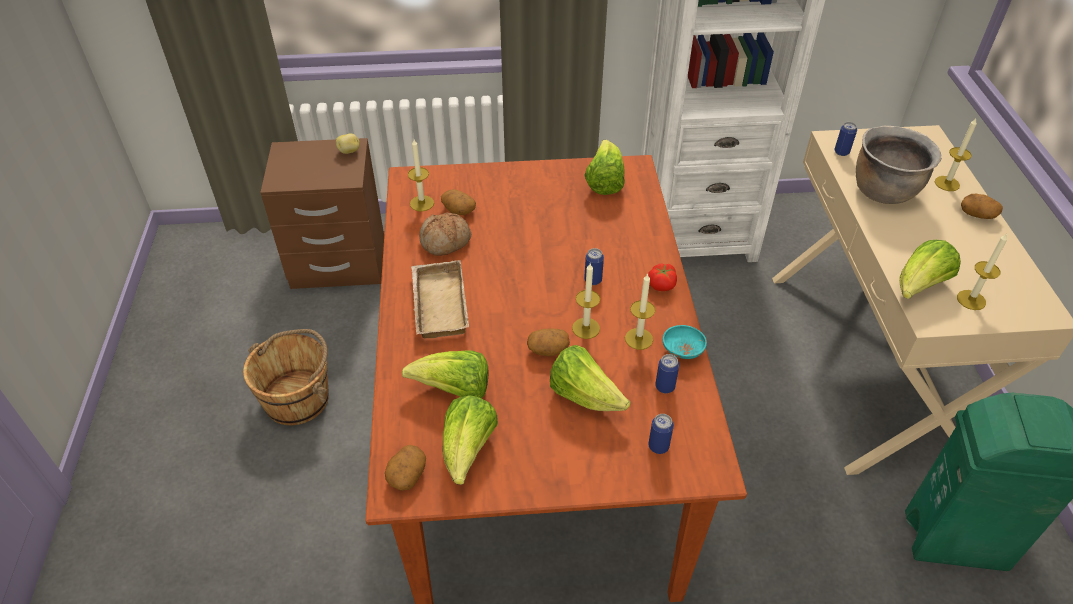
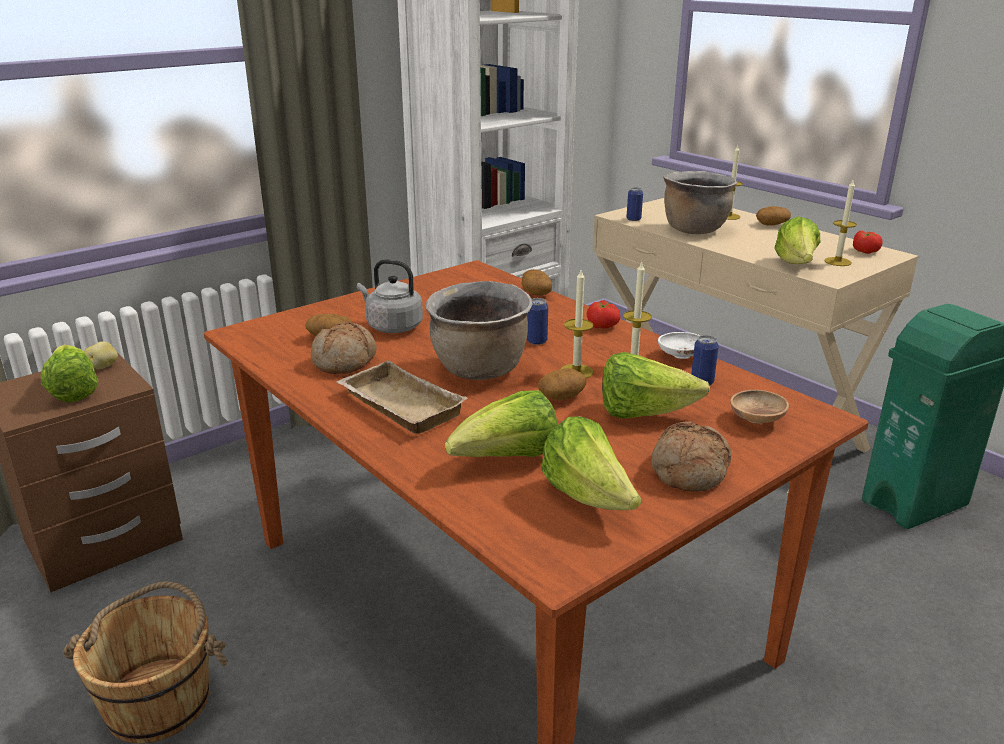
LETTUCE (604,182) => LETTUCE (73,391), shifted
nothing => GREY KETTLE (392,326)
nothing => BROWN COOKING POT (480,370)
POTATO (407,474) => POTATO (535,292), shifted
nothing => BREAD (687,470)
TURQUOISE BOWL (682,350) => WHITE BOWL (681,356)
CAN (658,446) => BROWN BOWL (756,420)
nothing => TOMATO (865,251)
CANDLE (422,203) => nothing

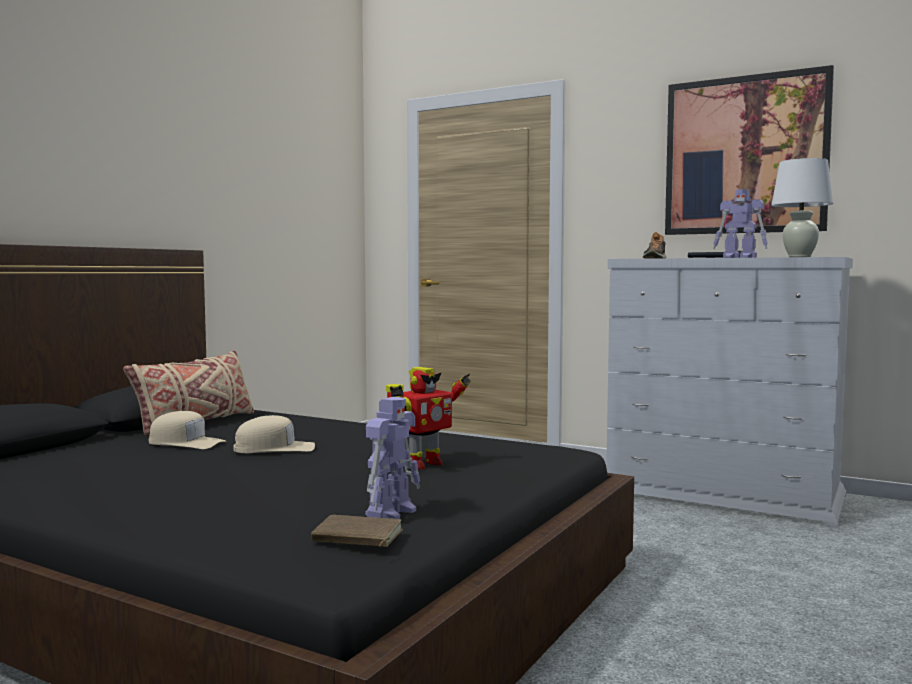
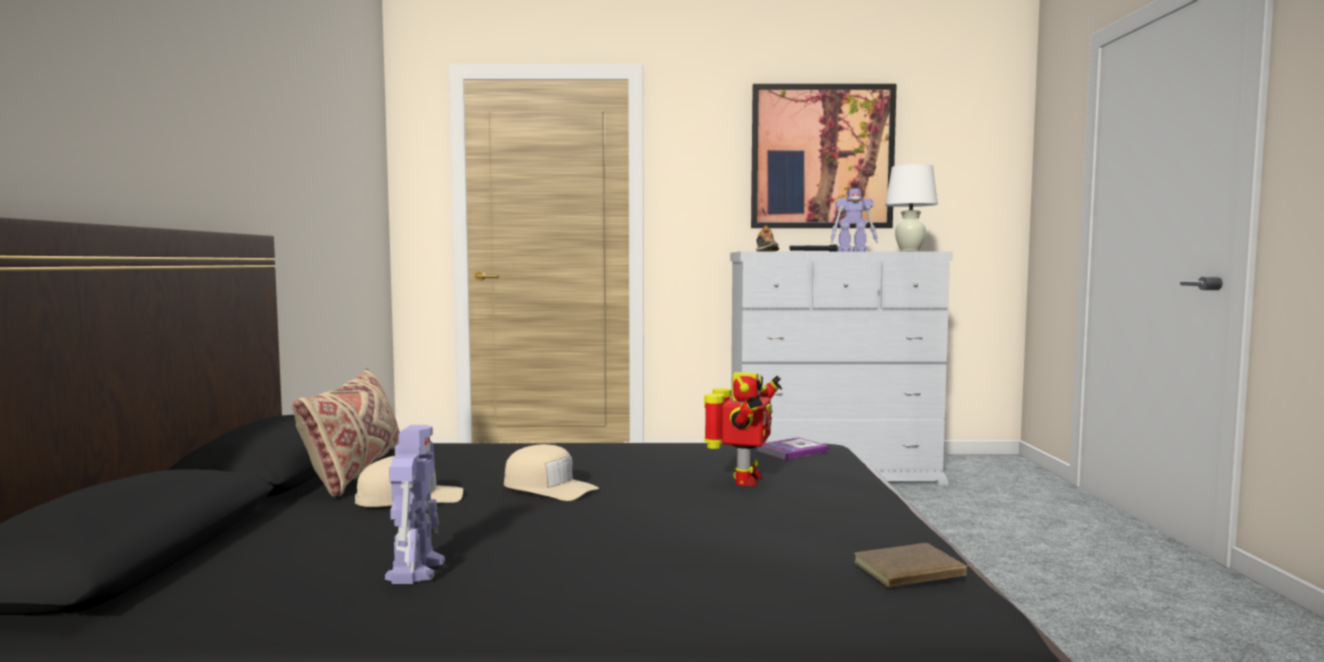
TOY ROBOT (392,512) => TOY ROBOT (416,569), shifted
BEIGE CAP (275,449) => BEIGE CAP (548,488), 75 degrees clockwise
nothing => BOOK (791,451)

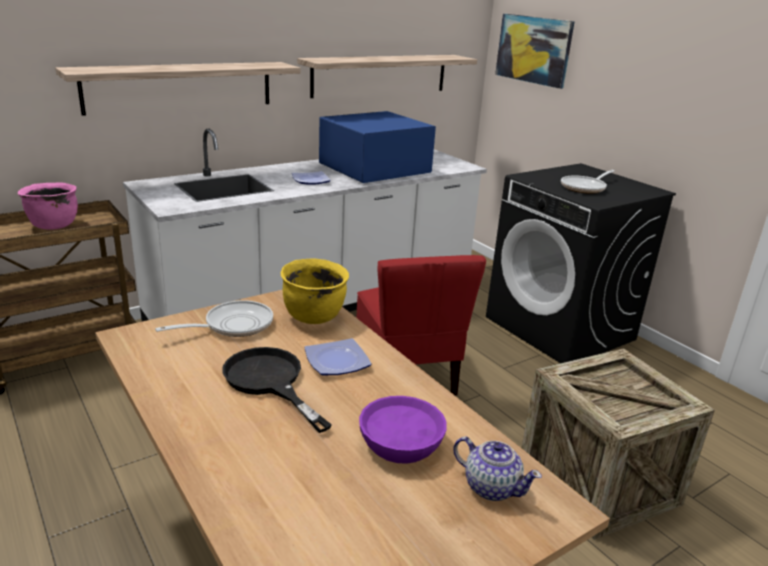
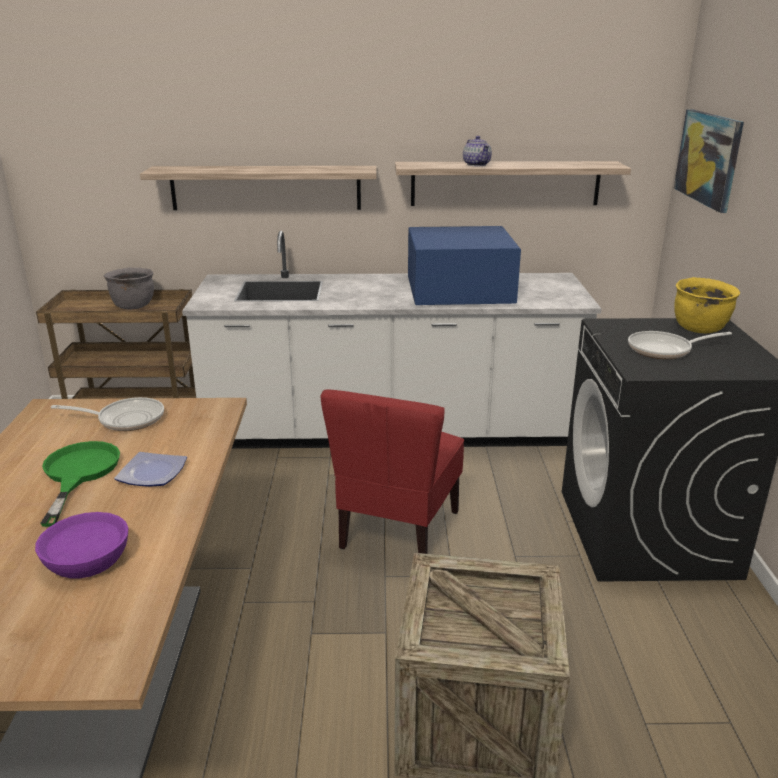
BLACK FRYING PAN (269,382) => GREEN FRYING PAN (78,474)
PINK COOKING POT (53,225) => GREY COOKING POT (133,306)
TEAPOT (491,487) => TEAPOT (476,164), shifted
YELLOW COOKING POT (314,316) => YELLOW COOKING POT (700,329), shifted
PLATE (311,180) => nothing

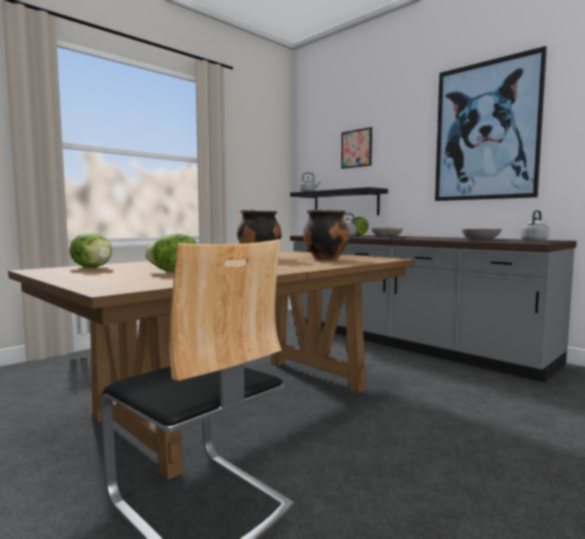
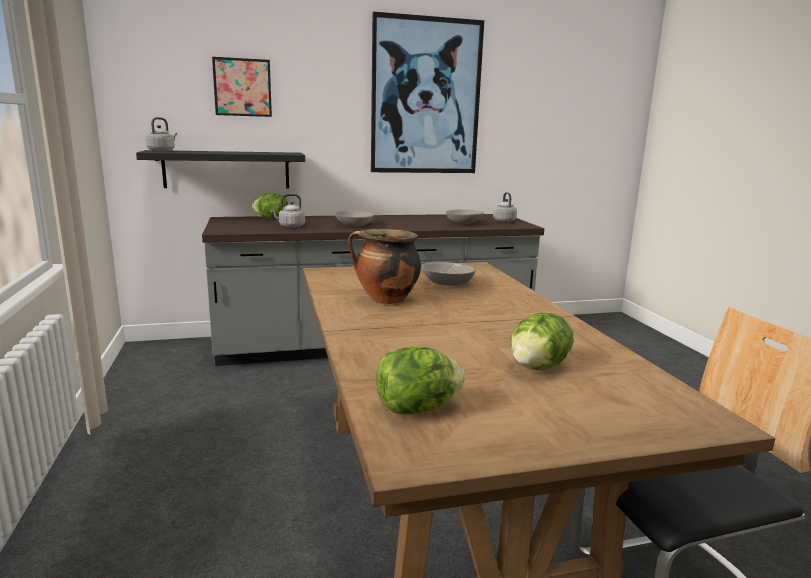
COOKING POT (325,259) => GREY BOWL (447,283)

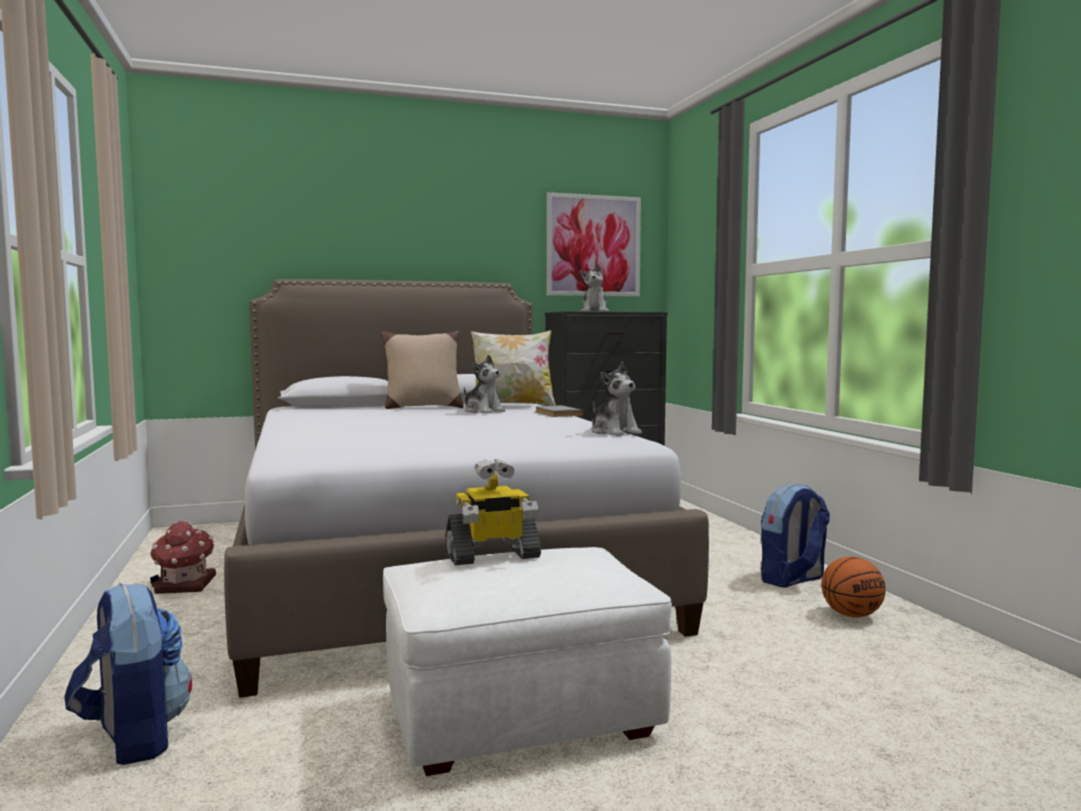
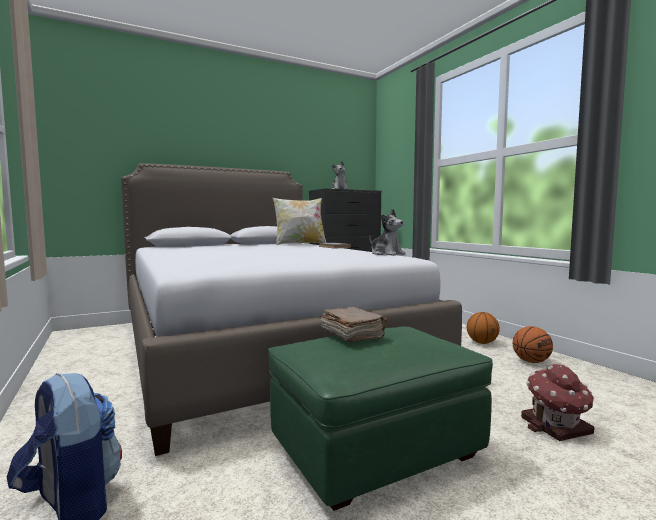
WHITE OTTOMAN (519,715) => GREEN OTTOMAN (375,449)
TOY ROBOT (492,556) => BROWN BOOK (352,335)
BACKPACK (792,580) => BASKETBALL (482,343)
TOY HOUSE (185,585) => TOY HOUSE (556,427), shifted
BEIGE PILLOW (422,407) => nothing
PLUSH TOY (483,411) => nothing
PICTURE (593,246) => nothing

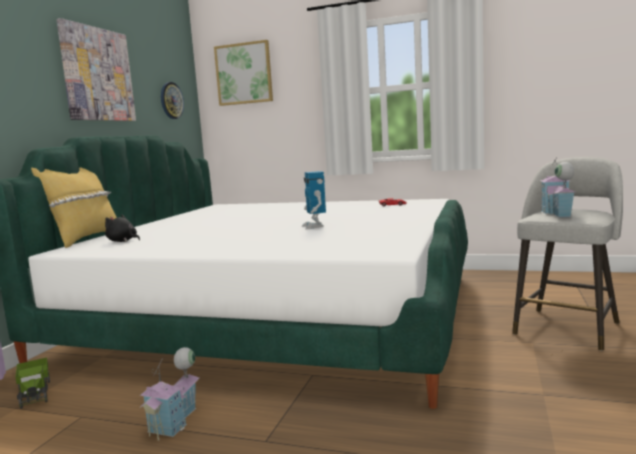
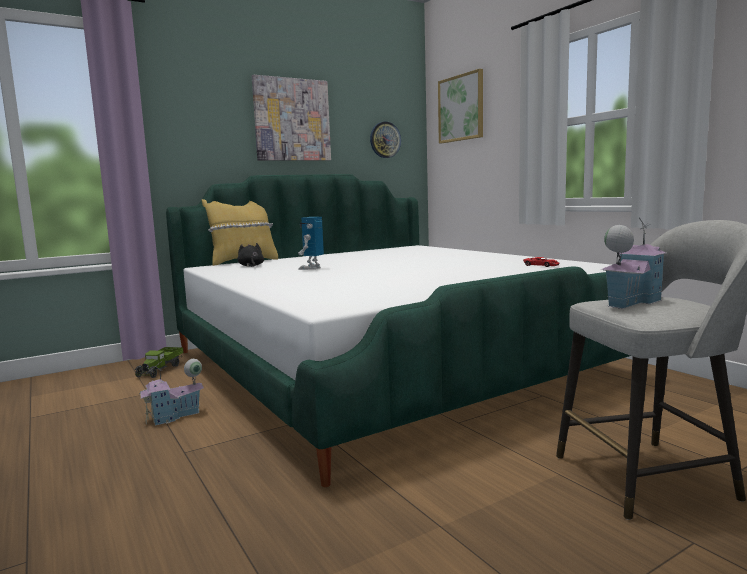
TOY ROBOT (314,226) => TOY ROBOT (312,268), shifted

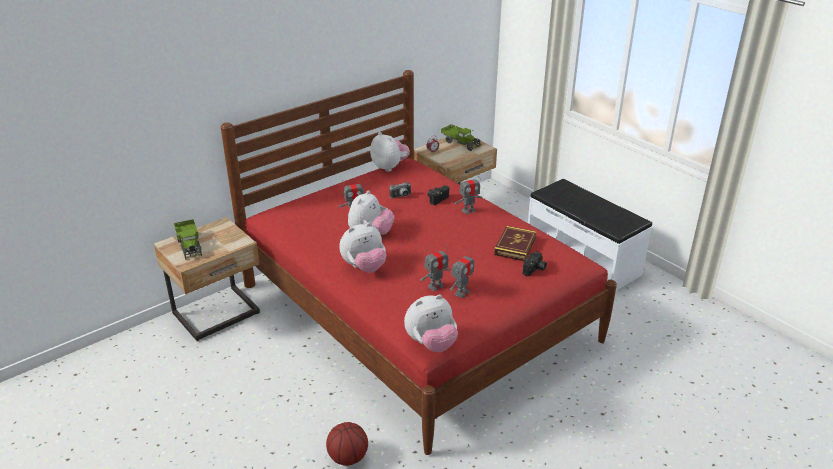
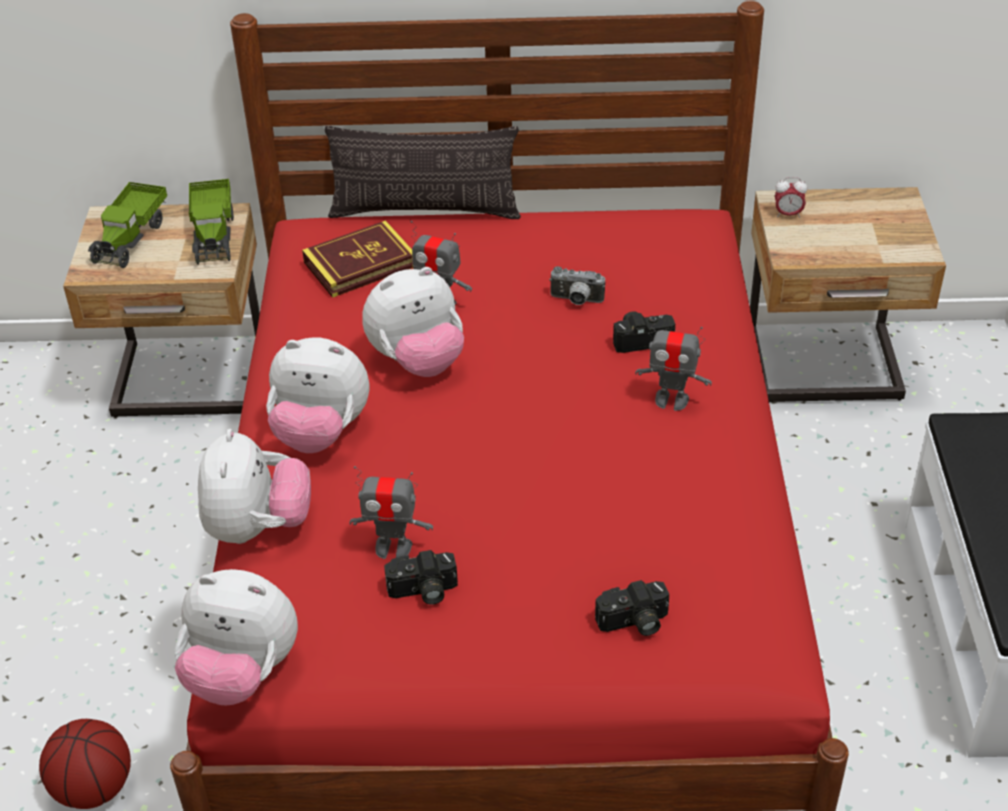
TOY TRUCK (460,143) => TOY TRUCK (214,235), shifted
PLUSH TOY (389,167) => PLUSH TOY (258,527), shifted
BOOK (515,246) => BOOK (360,264), shifted
nothing => PILLOW (425,210)
TOY ROBOT (461,292) => PHOTO CAMERA (423,591)

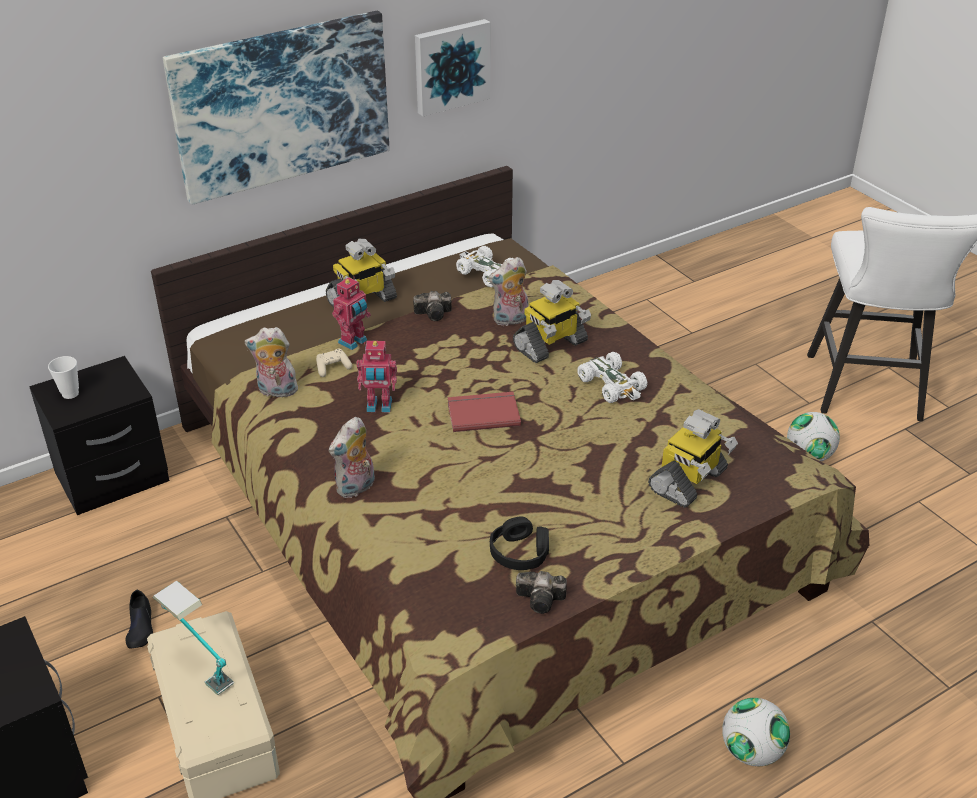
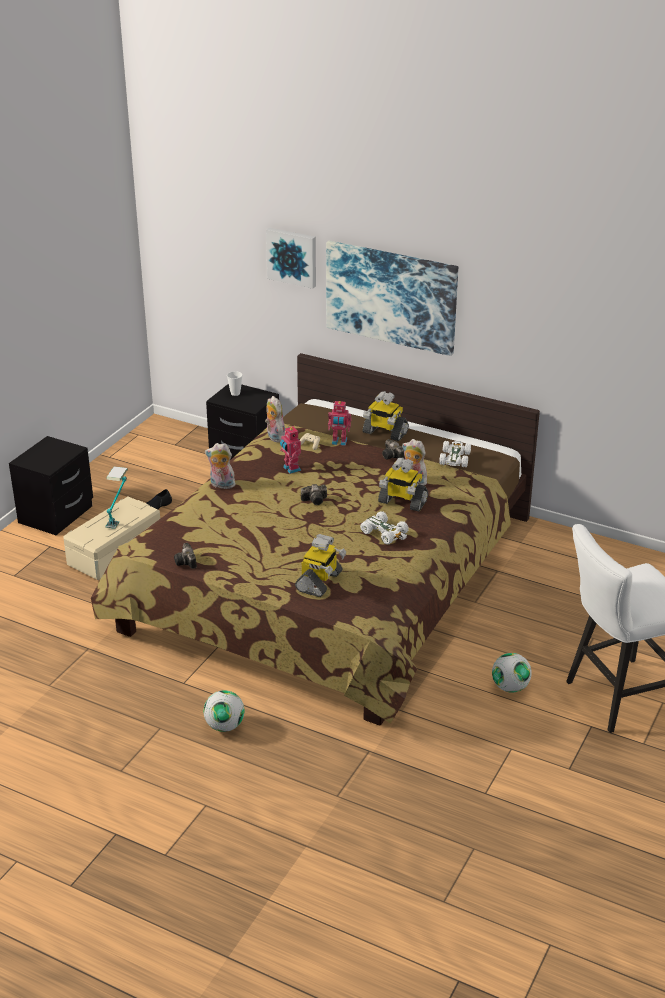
PICTURE (451,66) => PICTURE (292,256), shifted
TOY ROBOT (688,481) => TOY ROBOT (320,582), 75 degrees counterclockwise
RED BOOK (483,413) => PHOTO CAMERA (316,500)
WHITE TOY CAR (612,385) => WHITE TOY CAR (385,533), 75 degrees counterclockwise
BLACK HEADPHONES (520,552) => nothing

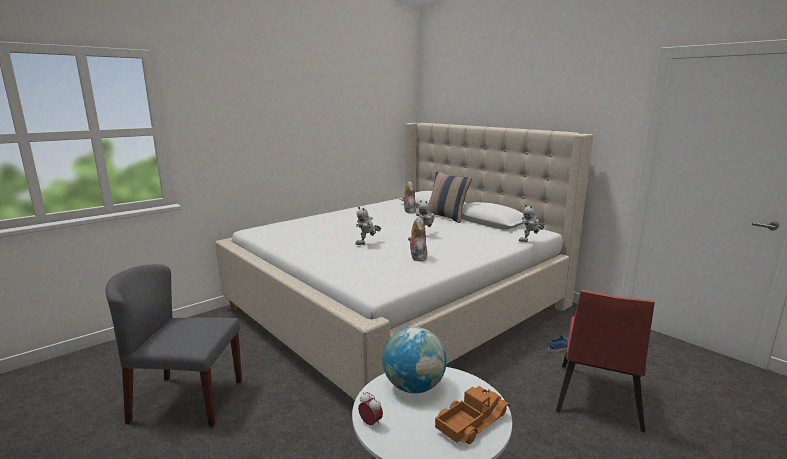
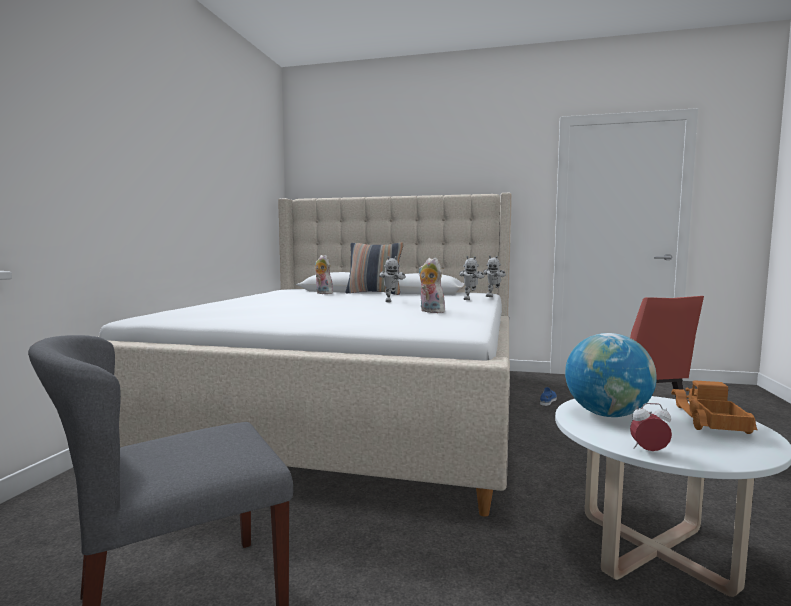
TOY ROBOT (367,244) => TOY ROBOT (470,299), shifted

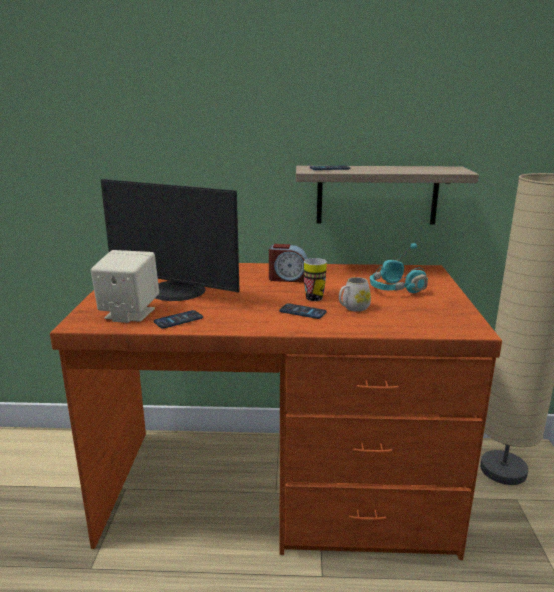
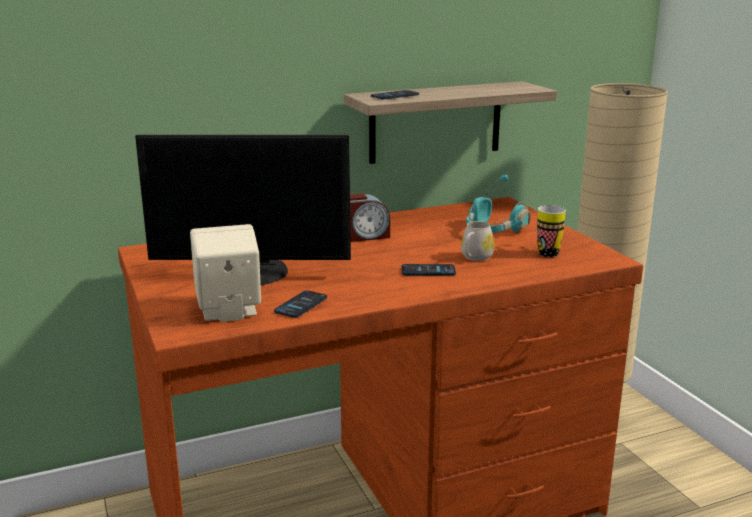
MUG (315,296) => MUG (546,251), shifted

